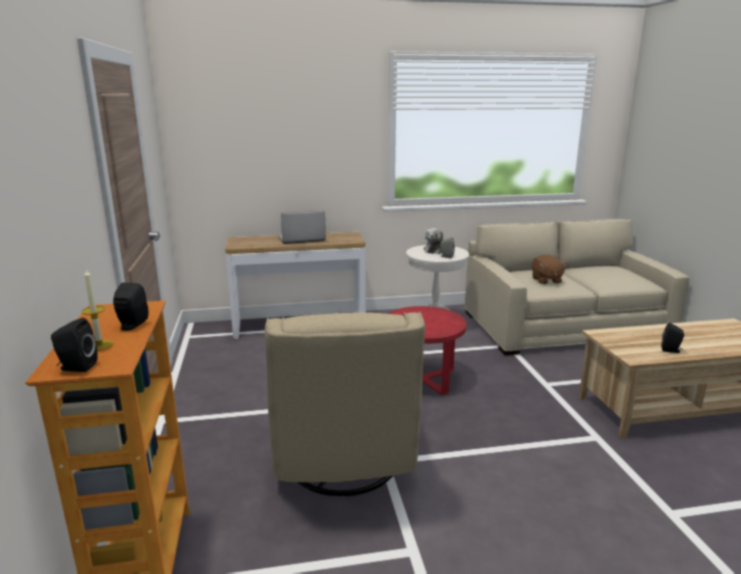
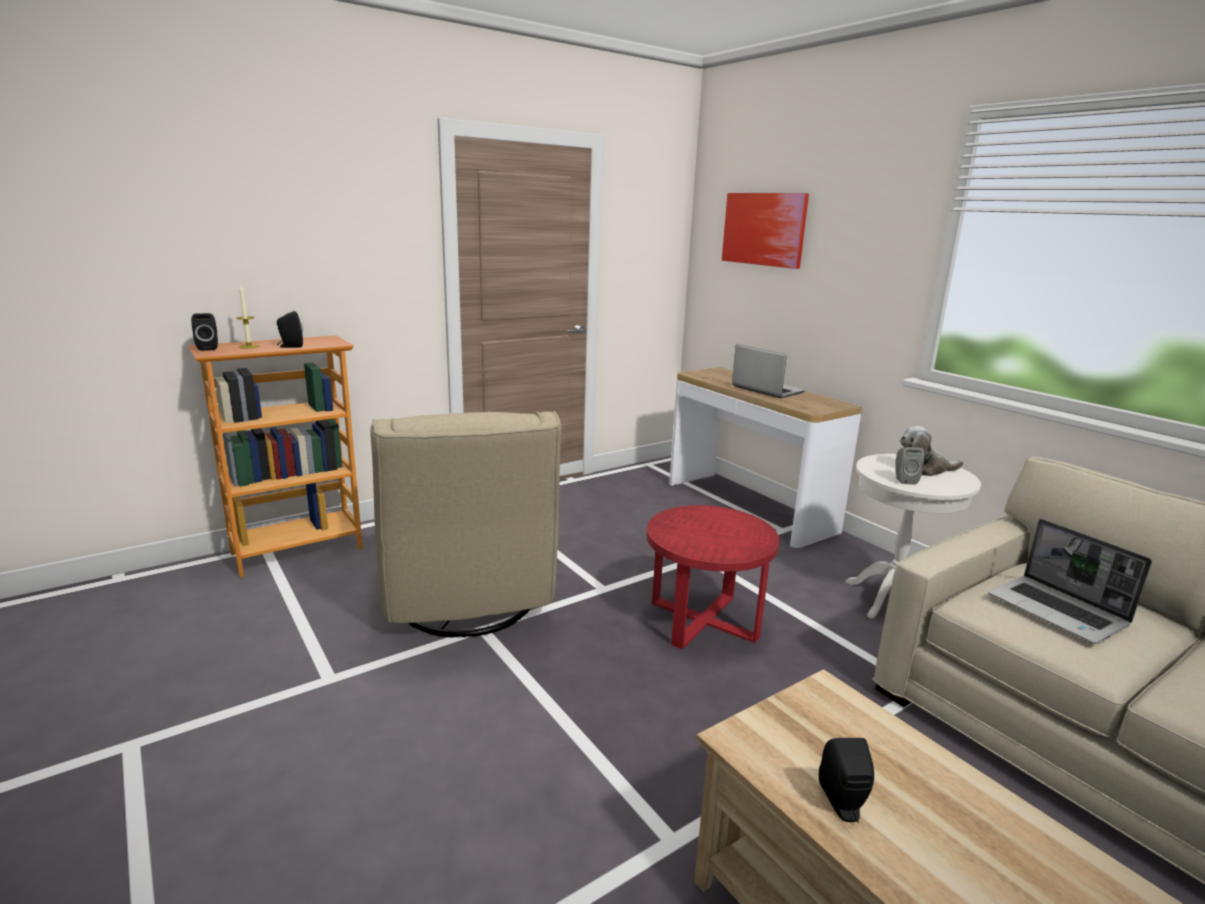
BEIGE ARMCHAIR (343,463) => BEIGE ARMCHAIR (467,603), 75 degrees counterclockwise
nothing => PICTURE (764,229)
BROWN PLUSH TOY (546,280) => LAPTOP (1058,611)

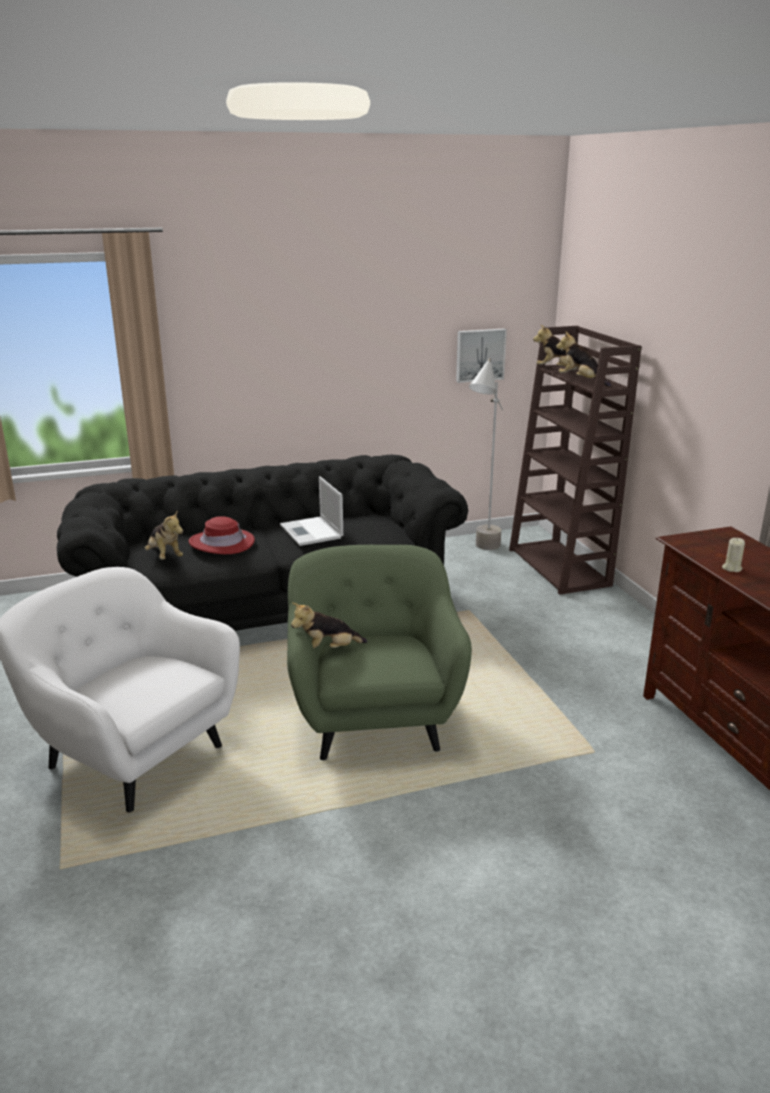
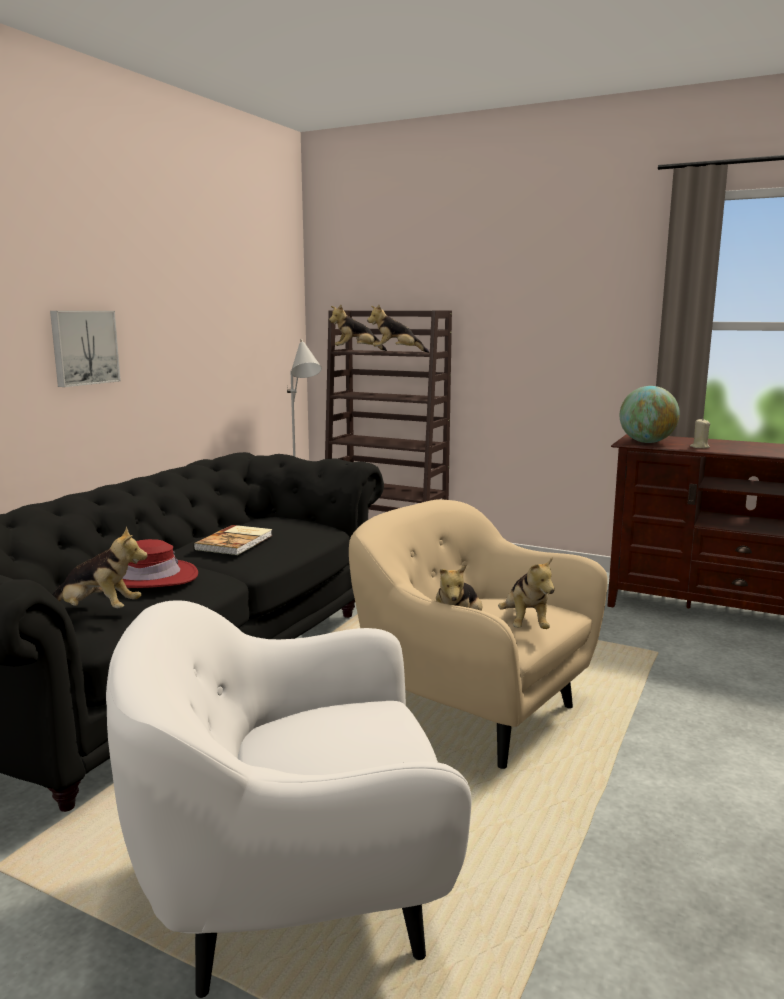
PICTURE (479,355) => PICTURE (83,347), shifted
LAPTOP (312,532) => BOOK (236,542)
GREEN ARMCHAIR (373,718) => BEIGE ARMCHAIR (472,711)
nothing => PLUSH TOY (525,624)
nothing => GLOBE (646,442)

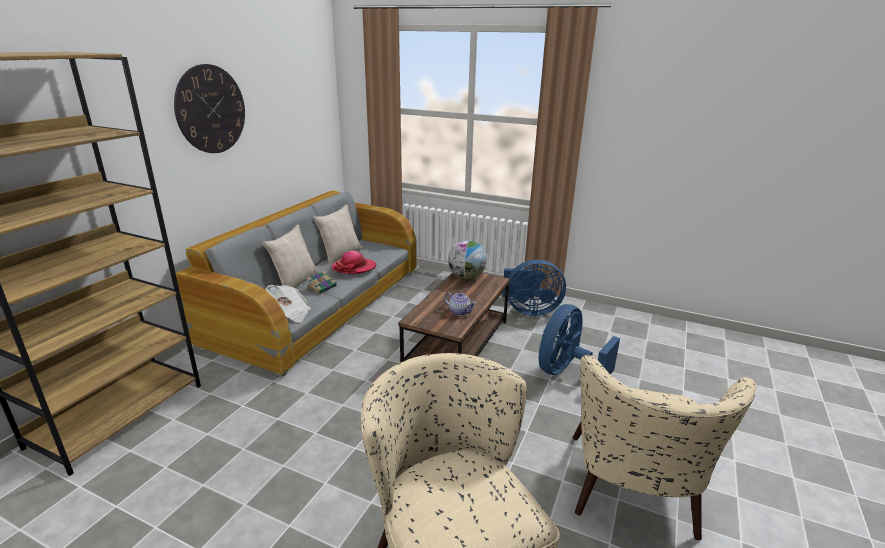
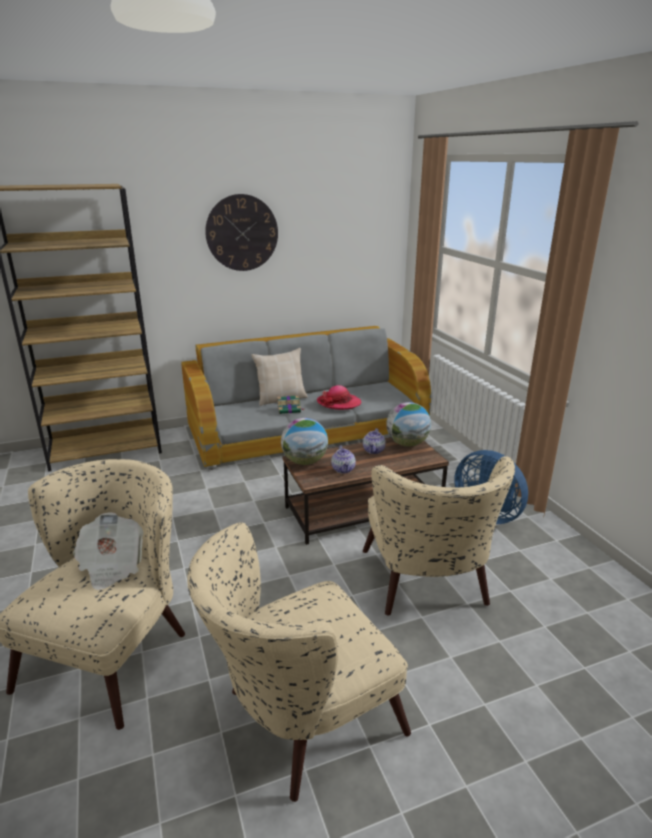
NEWSPAPER (288,314) => NEWSPAPER (111,565), shifted
nothing => GLOBE (304,462)
nothing => TEAPOT (374,450)
BLUE FAN (567,372) => BEIGE ARMCHAIR (427,587)
BEIGE PILLOW (340,255) => nothing

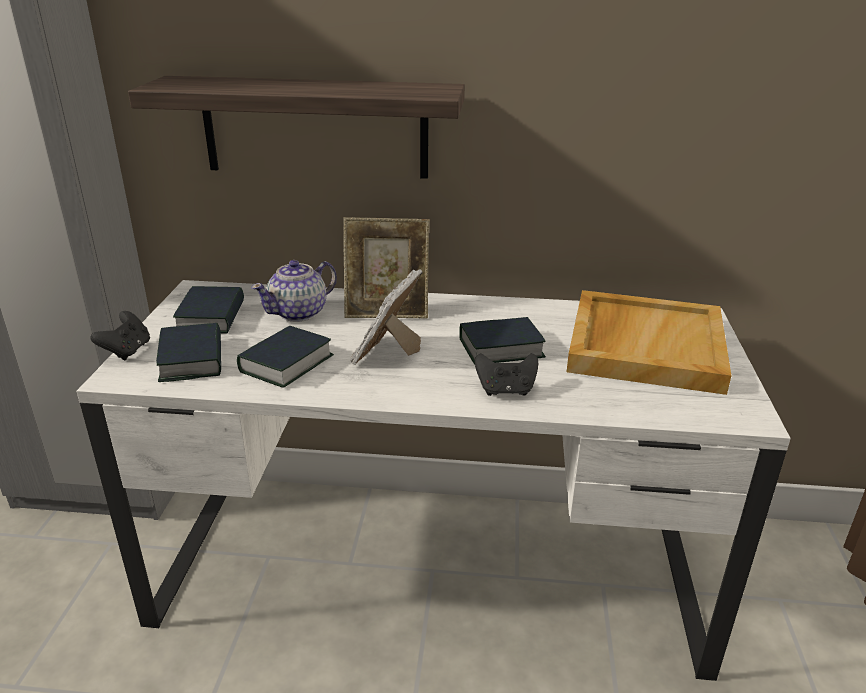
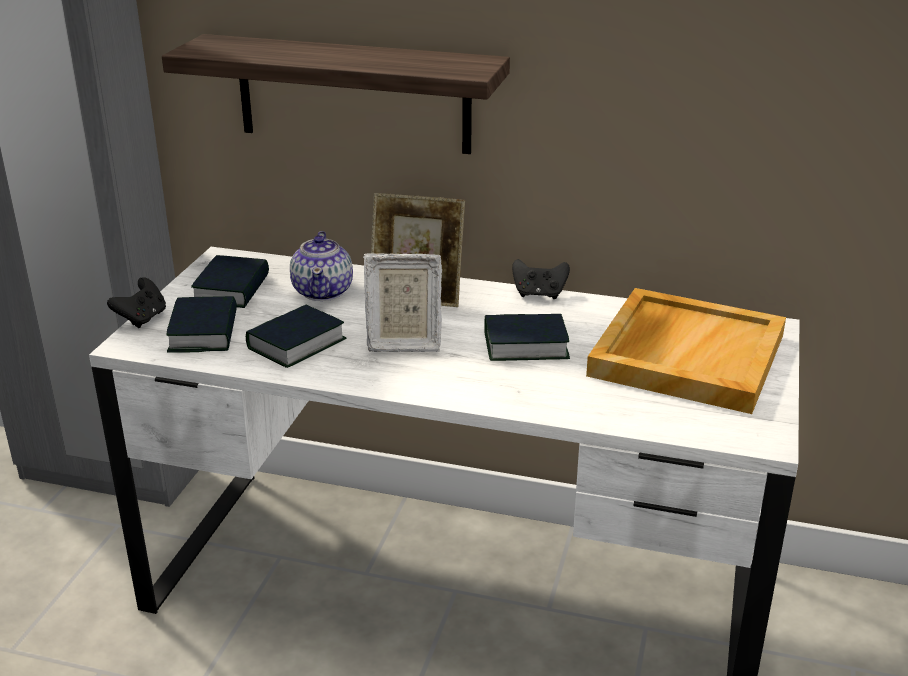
TEAPOT (299,313) => TEAPOT (323,291), 60 degrees counterclockwise
PICTURE FRAME (387,354) => PICTURE FRAME (403,342), 120 degrees counterclockwise
BLACK GAME CONTROLLER (505,390) => BLACK GAME CONTROLLER (539,294), shifted

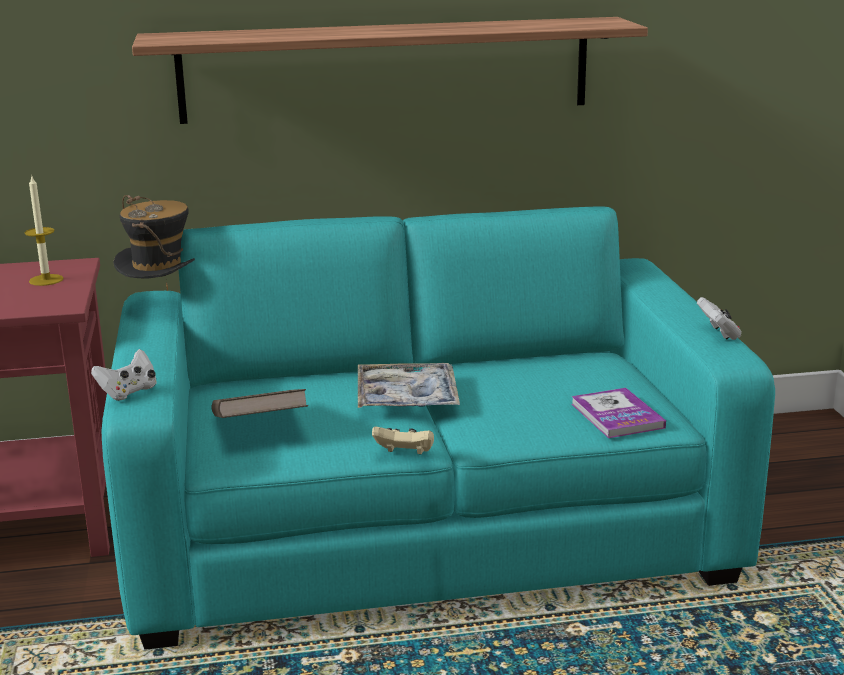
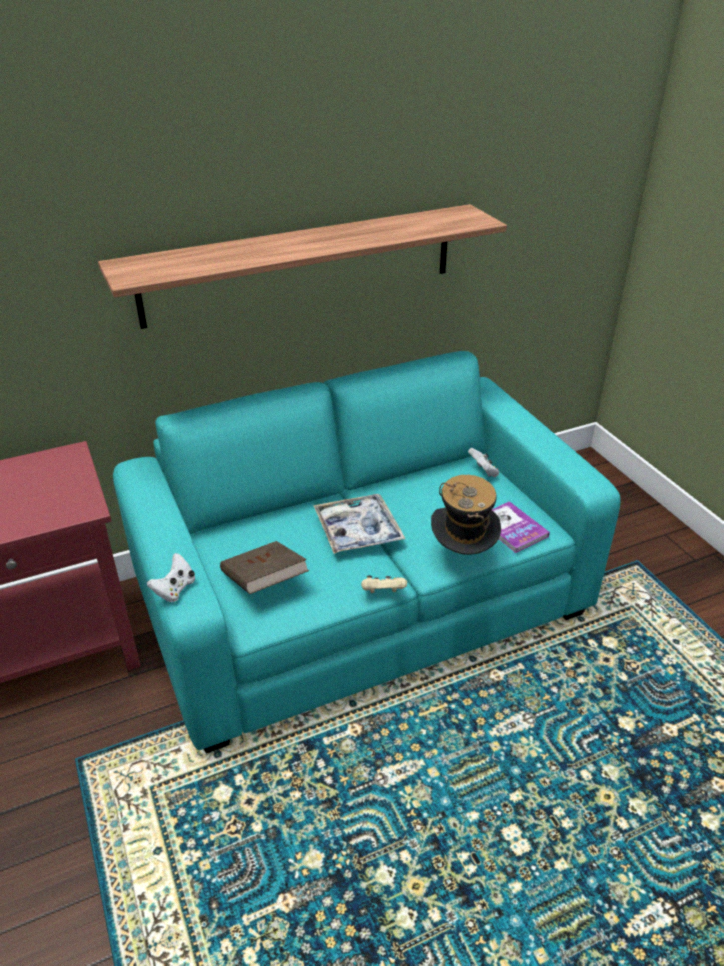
HAT (164,306) => HAT (462,556), shifted
WHITE GAME CONTROLLER (719,334) => WHITE GAME CONTROLLER (483,471), shifted
CANDLE (46,280) => nothing

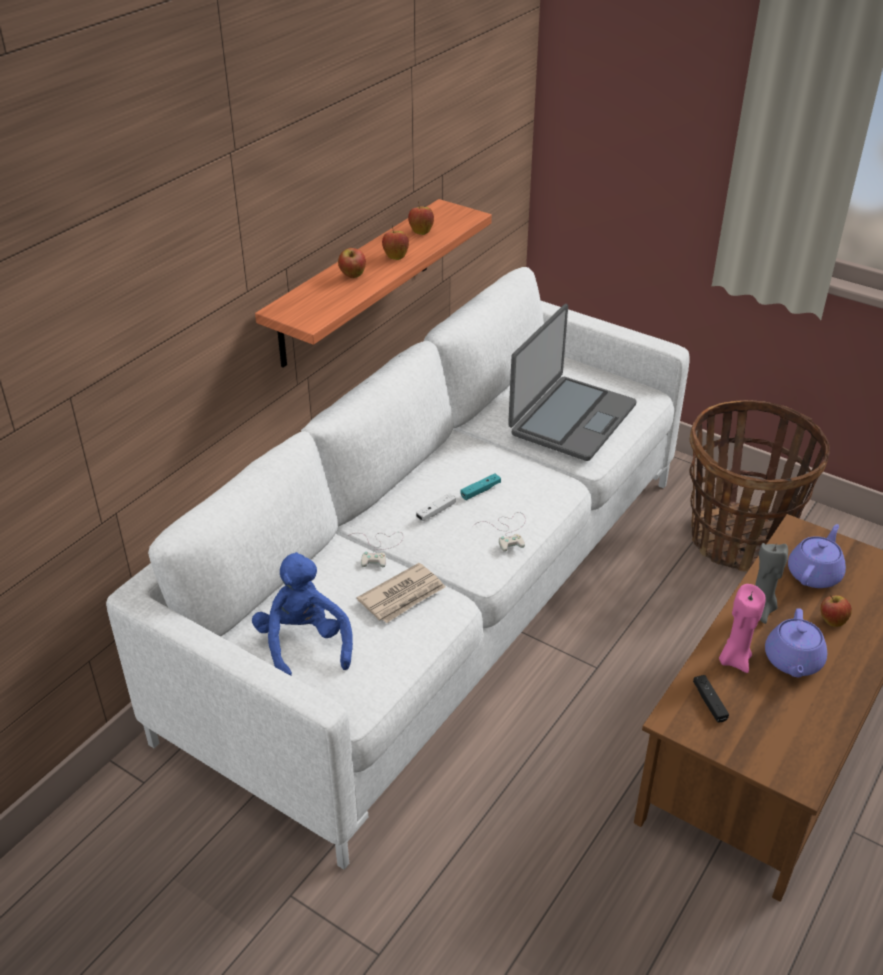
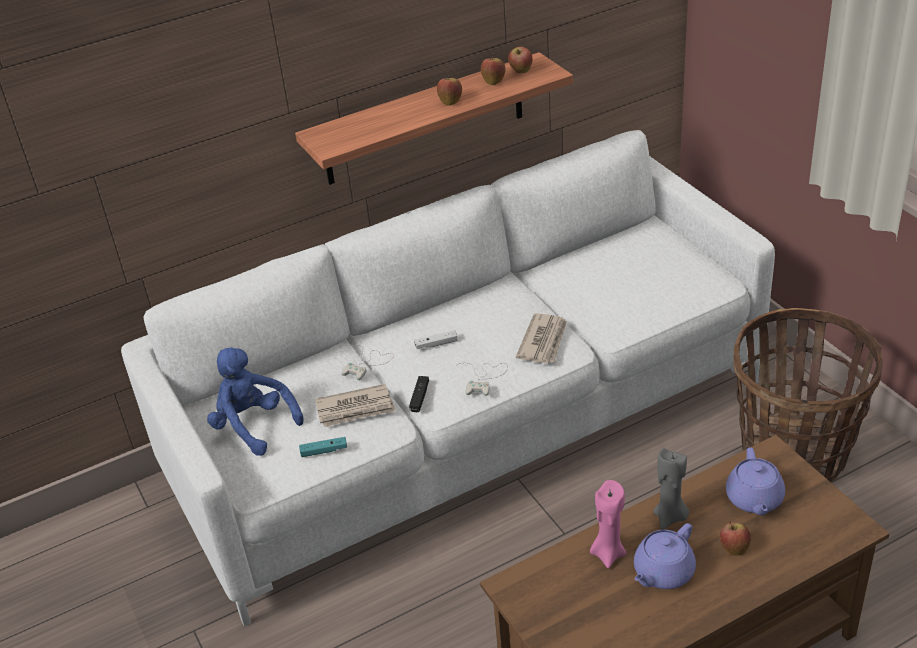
BLUE PLUSH TOY (304,644) => BLUE PLUSH TOY (253,425), 60 degrees counterclockwise
TURQUOISE GAME CONTROLLER (480,491) => TURQUOISE GAME CONTROLLER (324,451), shifted
BLACK GAME CONTROLLER (709,702) => BLACK GAME CONTROLLER (419,397), shifted
APPLE (352,276) => APPLE (521,71), shifted
nothing => NEWSPAPER (544,341)
PURPLE TEAPOT (814,574) => PURPLE TEAPOT (754,499), 120 degrees clockwise
LAPTOP (571,419) => nothing

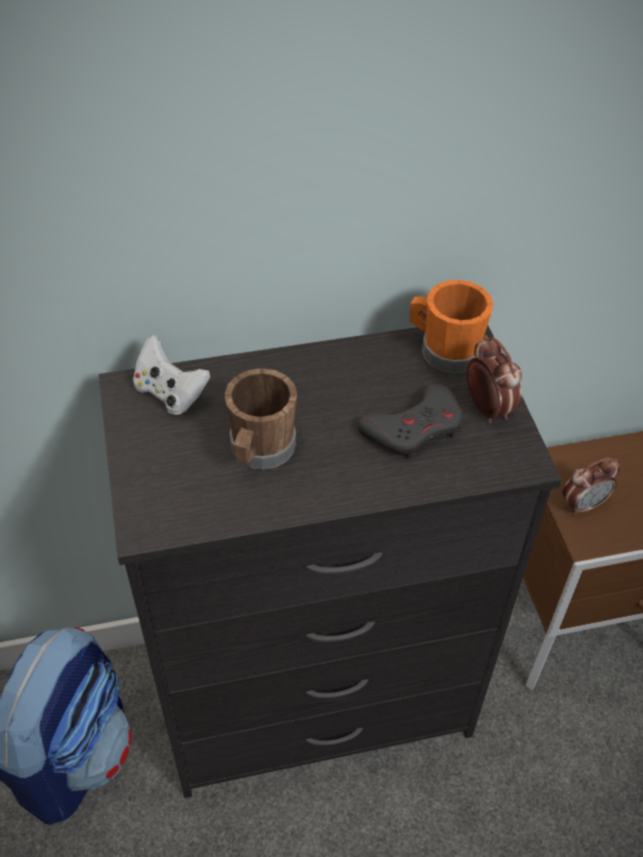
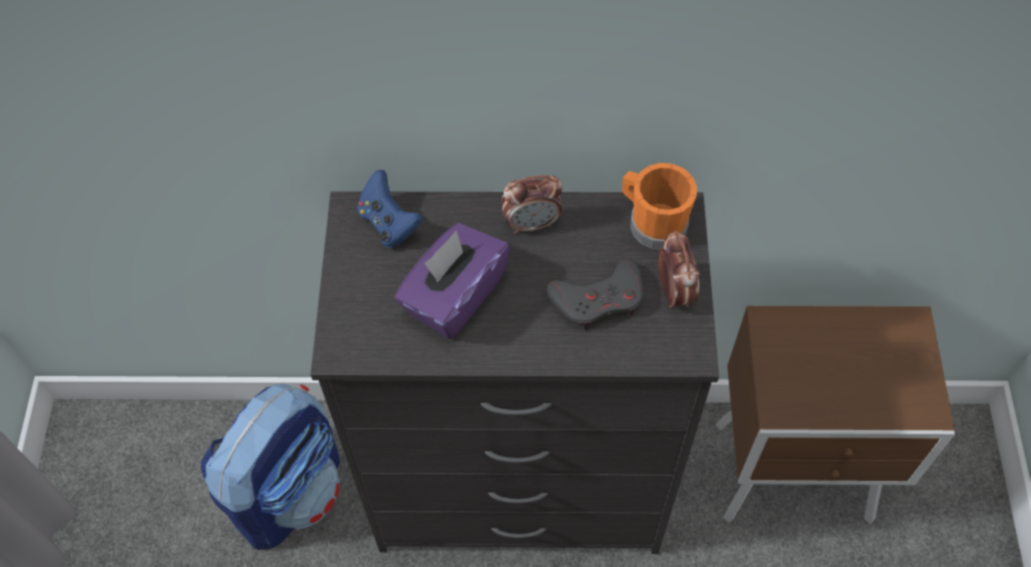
WHITE GAME CONTROLLER (170,393) => BLUE GAME CONTROLLER (389,223)
BROWN MUG (259,451) => PURPLE TISSUE BOX (454,296)
ALARM CLOCK (583,504) => ALARM CLOCK (532,223), shifted

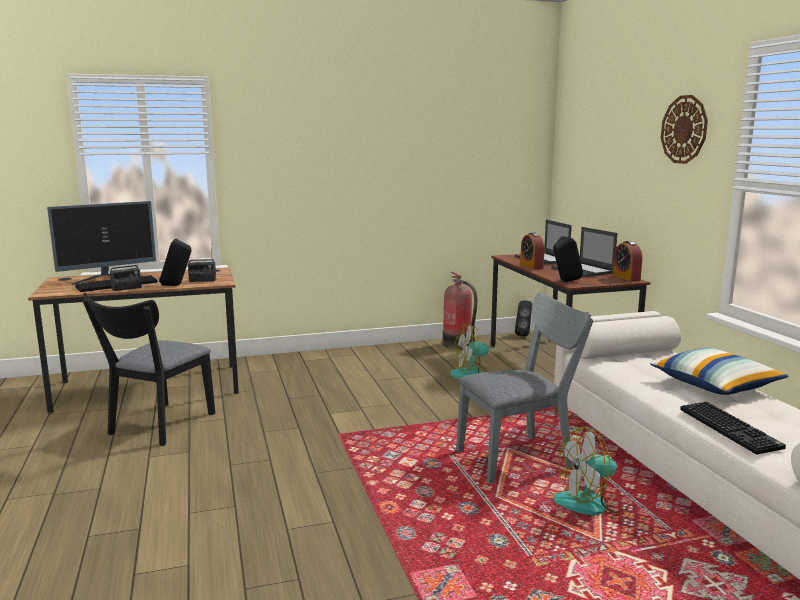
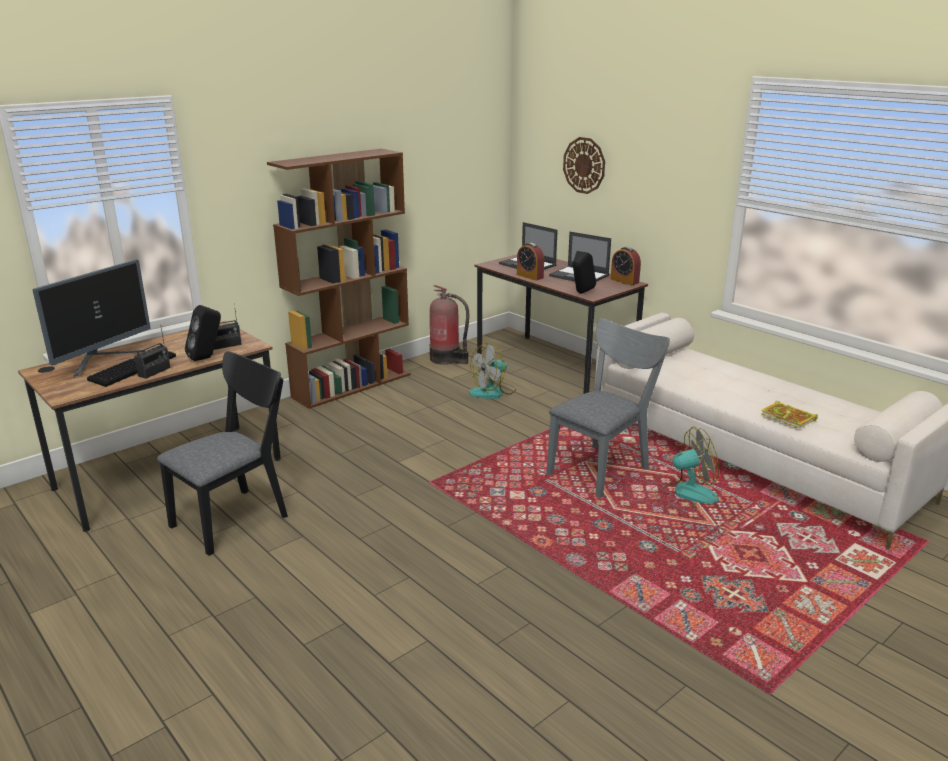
BLACK CHAIR (157,426) => BLACK CHAIR (236,517), 135 degrees counterclockwise
nothing => BROWN BOOKCASE (352,385)
WALL CLOCK (684,129) => WALL CLOCK (584,165), shifted
FAN (592,503) => FAN (685,496), 150 degrees counterclockwise
KEYBOARD (731,428) => BOOK (789,418)
BLACK SPEAKER (524,334) => nothing
PILLOW (715,385) => nothing

